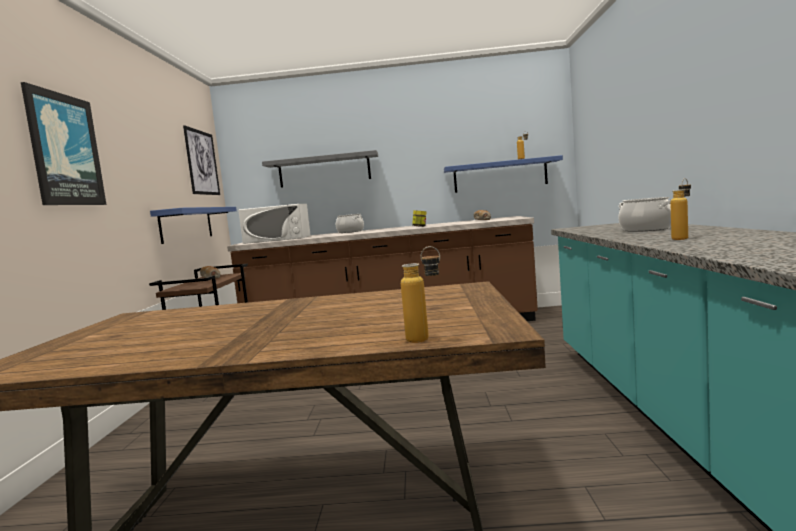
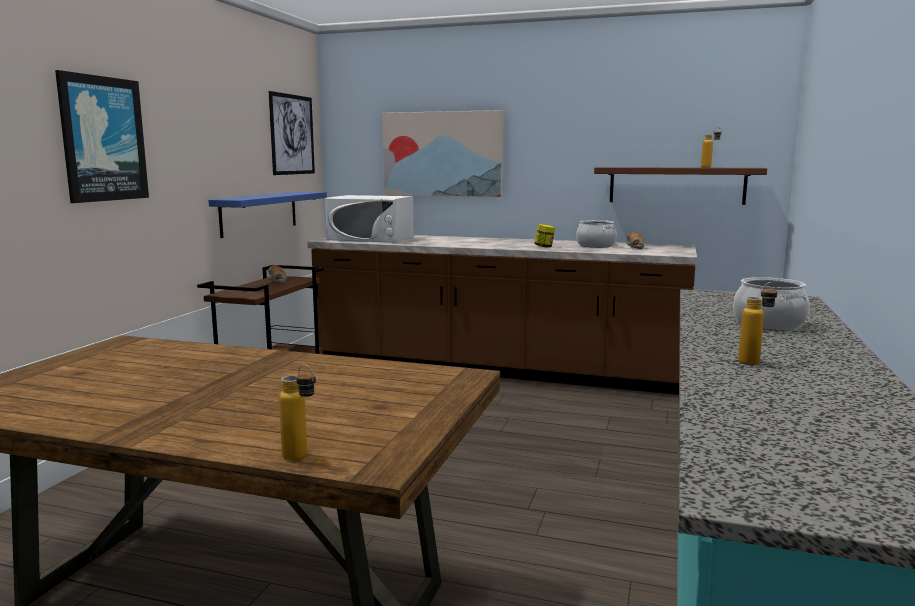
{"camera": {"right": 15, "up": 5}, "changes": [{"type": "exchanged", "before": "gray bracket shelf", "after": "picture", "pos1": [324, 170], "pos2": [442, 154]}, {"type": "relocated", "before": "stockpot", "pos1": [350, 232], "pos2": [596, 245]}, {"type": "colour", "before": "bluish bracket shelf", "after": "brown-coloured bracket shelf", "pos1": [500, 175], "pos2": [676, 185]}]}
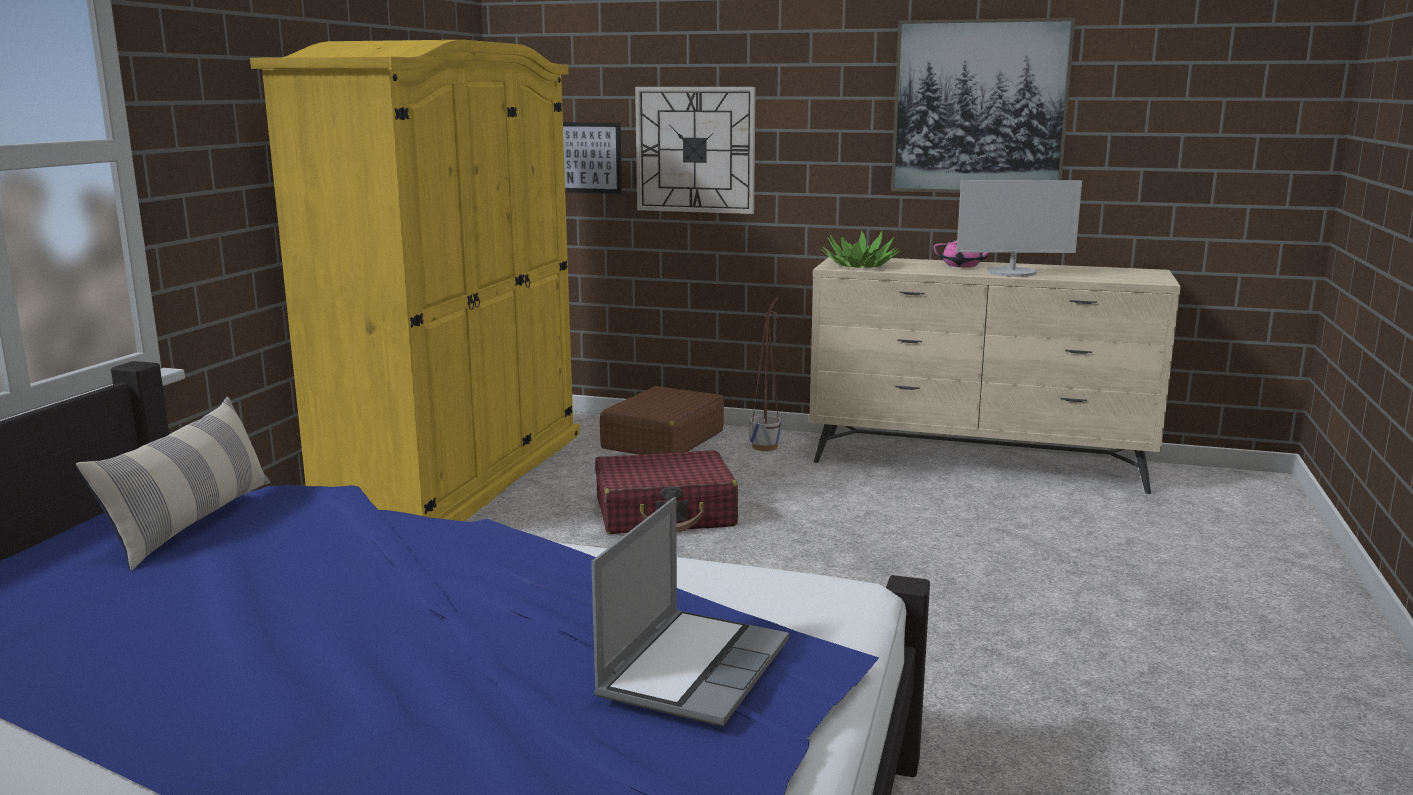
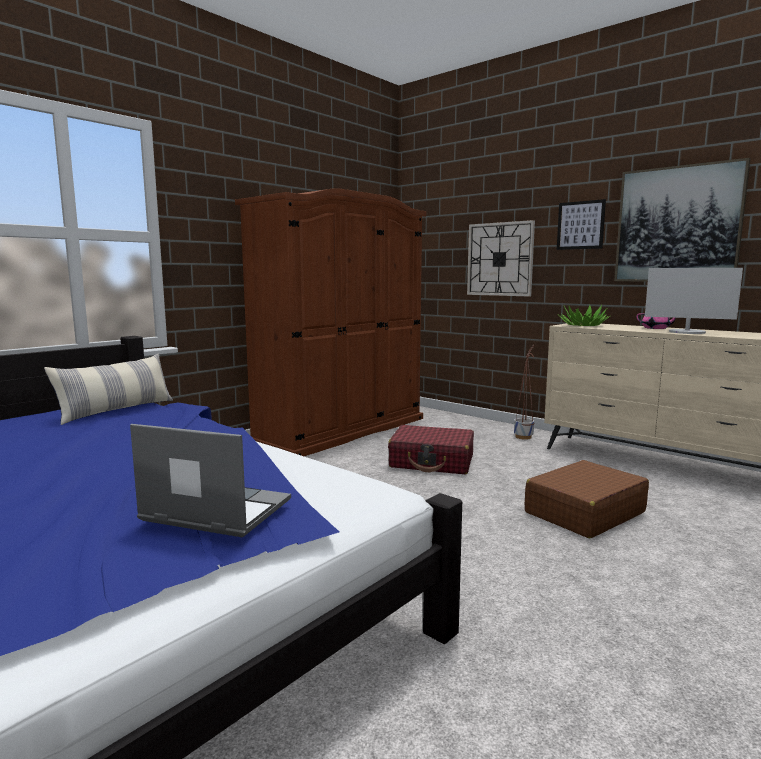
{"camera": {"right": 25, "up": -5}, "changes": [{"type": "colour", "before": "yellow clothes cupboard", "after": "brown-coloured clothes cupboard", "pos1": [457, 477], "pos2": [341, 430]}, {"type": "relocated", "before": "picture", "pos1": [588, 157], "pos2": [580, 225]}, {"type": "spun", "before": "laptop", "pos1": [693, 668], "pos2": [214, 512], "turn": -120}, {"type": "relocated", "before": "brown-coloured piece of luggage", "pos1": [662, 440], "pos2": [584, 512]}]}
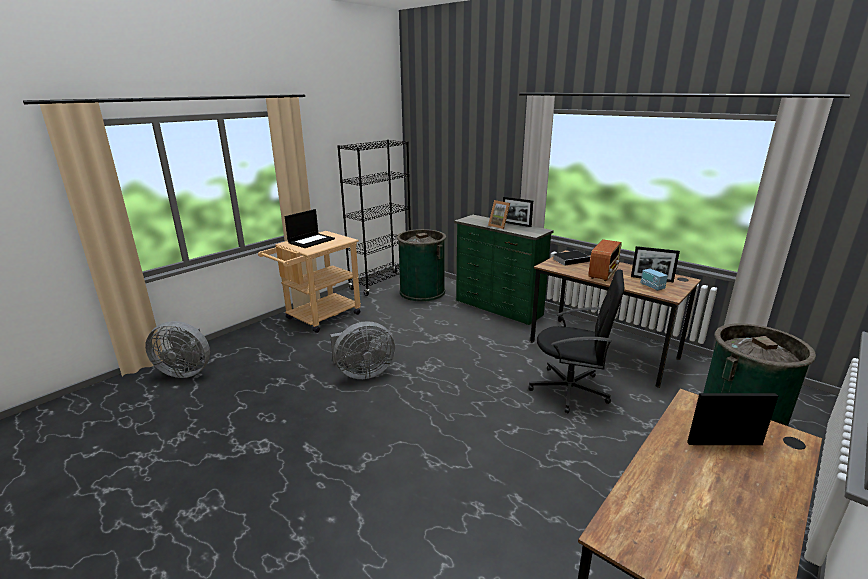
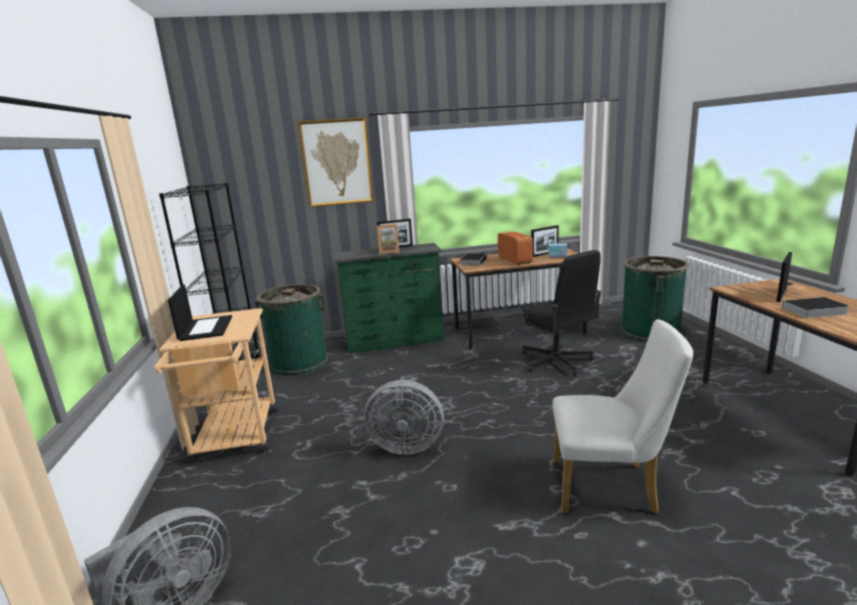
{"camera": {"right": -50, "up": -5}, "changes": [{"type": "spun", "before": "gray electric fan", "pos1": [362, 373], "pos2": [405, 446], "turn": 75}, {"type": "spun", "before": "blackish computer chair", "pos1": [570, 390], "pos2": [556, 361], "turn": 90}, {"type": "appeared", "after": "picture", "pos2": [336, 162]}, {"type": "appeared", "after": "white chair", "pos2": [611, 487]}, {"type": "appeared", "after": "book", "pos2": [813, 311]}]}
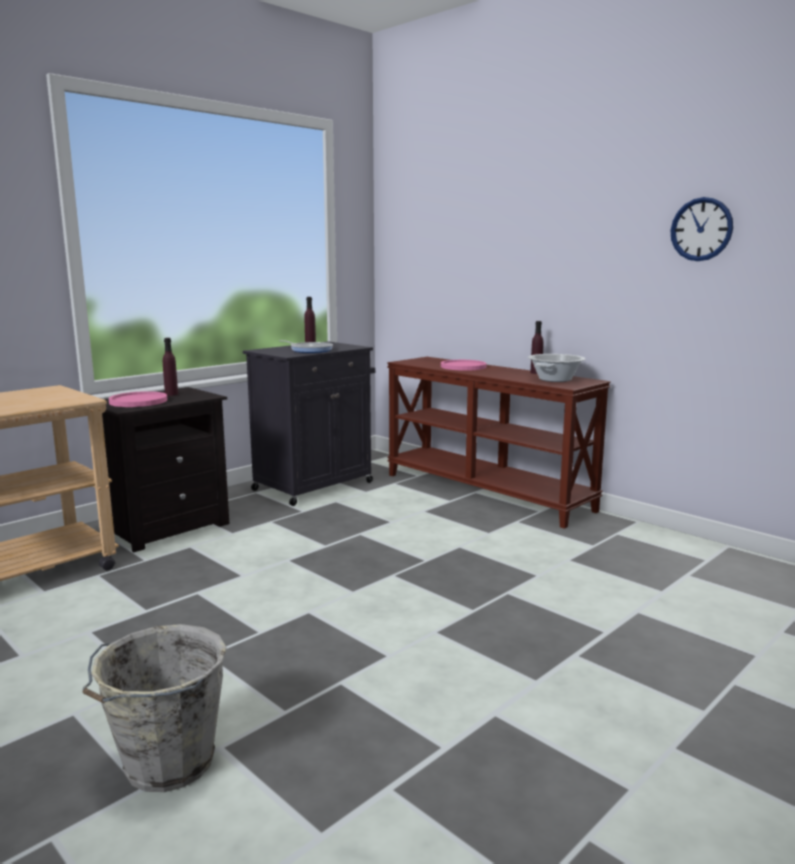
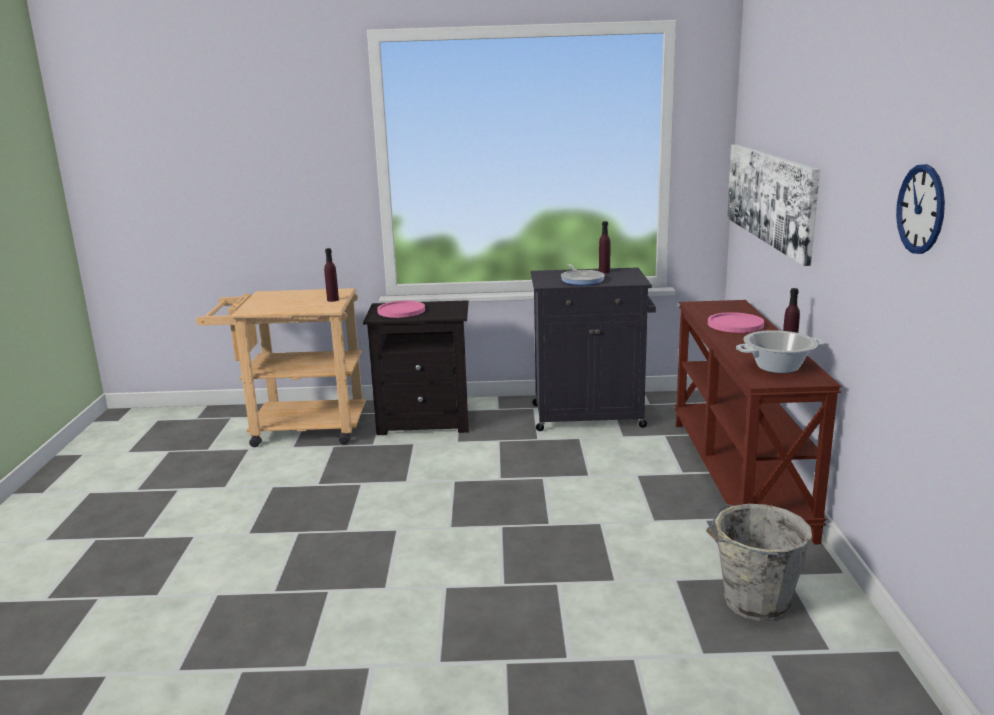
{"camera": {"right": 45, "up": 5}, "changes": [{"type": "relocated", "before": "gray water bucket", "pos1": [166, 764], "pos2": [753, 602]}, {"type": "relocated", "before": "purple drink bottle", "pos1": [171, 394], "pos2": [333, 300]}, {"type": "appeared", "after": "picture", "pos2": [769, 197]}]}
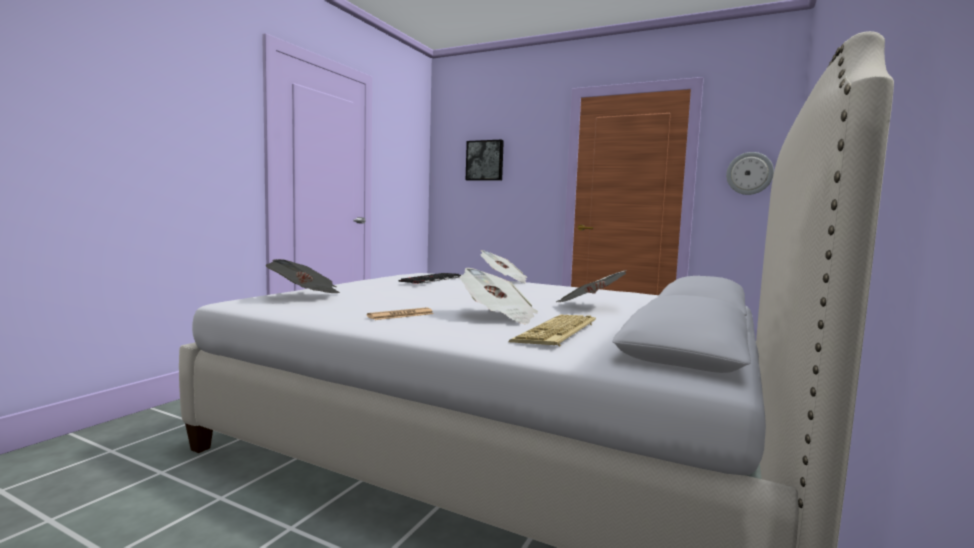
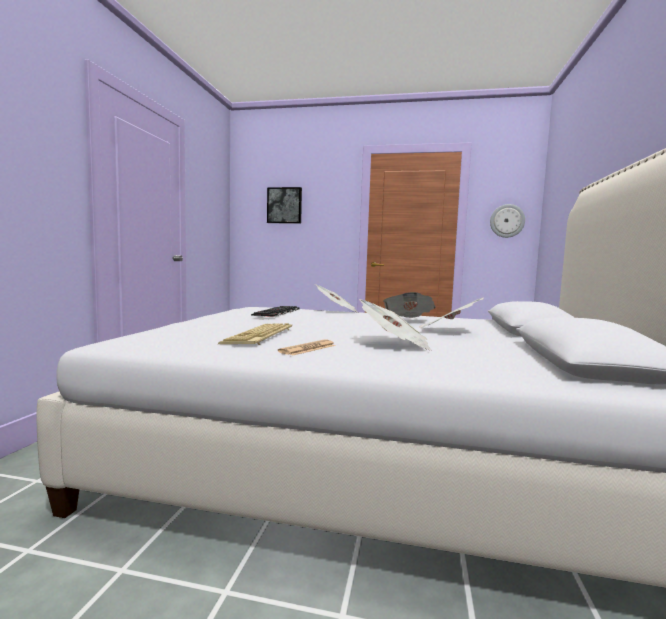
{"camera": {"right": -15, "up": 0}, "changes": [{"type": "relocated", "before": "printed paper", "pos1": [306, 297], "pos2": [408, 320]}, {"type": "relocated", "before": "PC keyboard", "pos1": [557, 332], "pos2": [260, 336]}]}
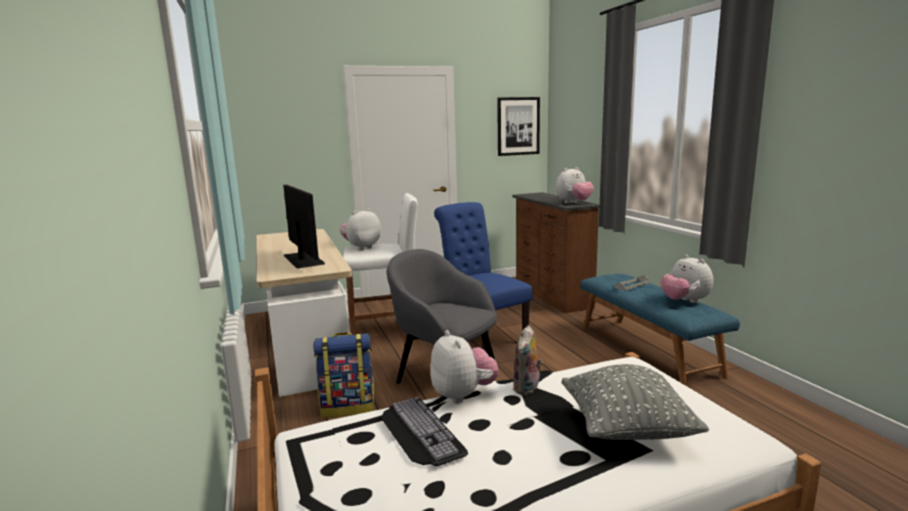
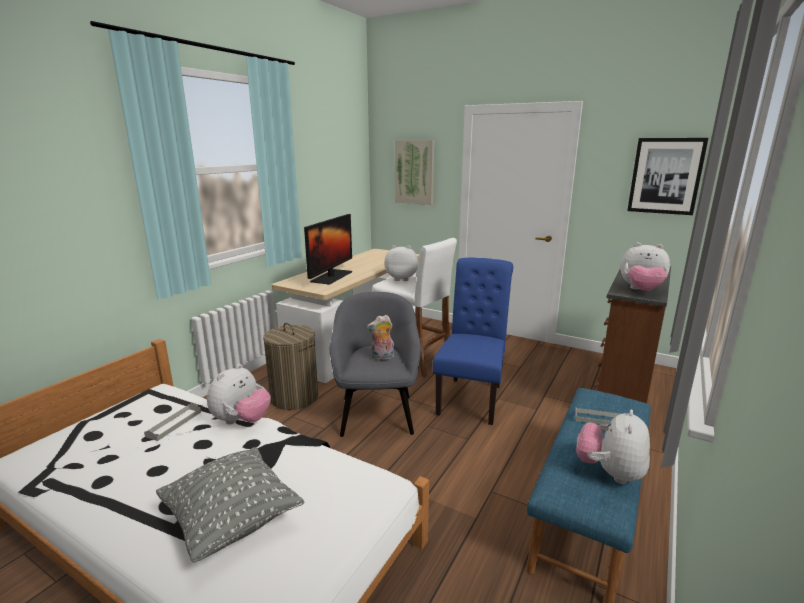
{"camera": {"right": 50, "up": 5}, "changes": [{"type": "exchanged", "before": "backpack", "after": "washing basket", "pos1": [348, 407], "pos2": [294, 397]}, {"type": "exchanged", "before": "PC keyboard", "after": "gray tray", "pos1": [418, 431], "pos2": [174, 424]}, {"type": "relocated", "before": "soft toy", "pos1": [527, 388], "pos2": [382, 358]}, {"type": "appeared", "after": "picture", "pos2": [414, 172]}]}
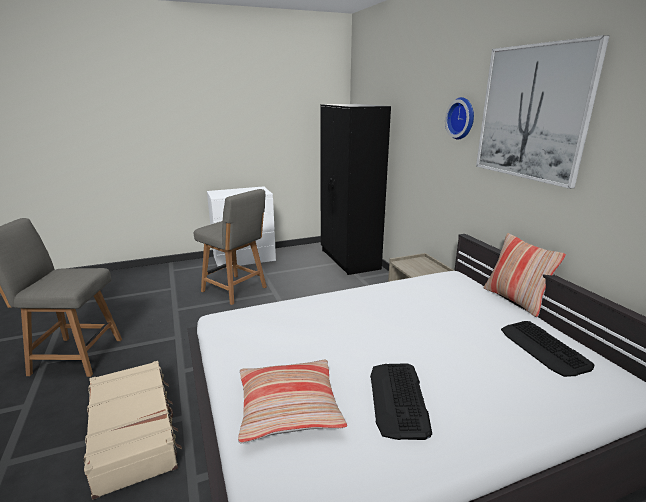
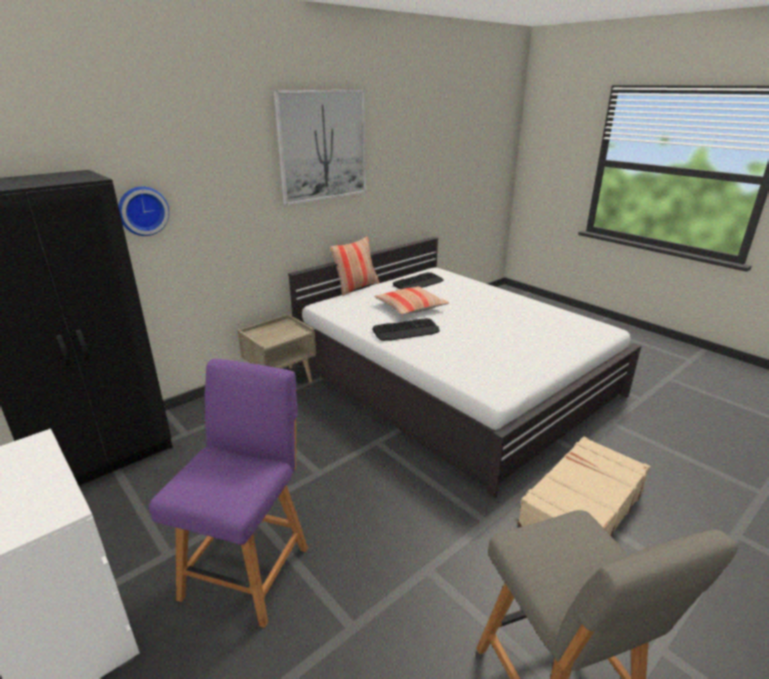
{"camera": {"right": -110, "up": 5}, "changes": [{"type": "colour", "before": "gray chair", "after": "purple chair", "pos1": [235, 290], "pos2": [248, 568]}, {"type": "relocated", "before": "pillow", "pos1": [289, 408], "pos2": [410, 307]}, {"type": "relocated", "before": "PC keyboard", "pos1": [398, 399], "pos2": [406, 330]}, {"type": "relocated", "before": "wall clock", "pos1": [462, 118], "pos2": [142, 210]}]}
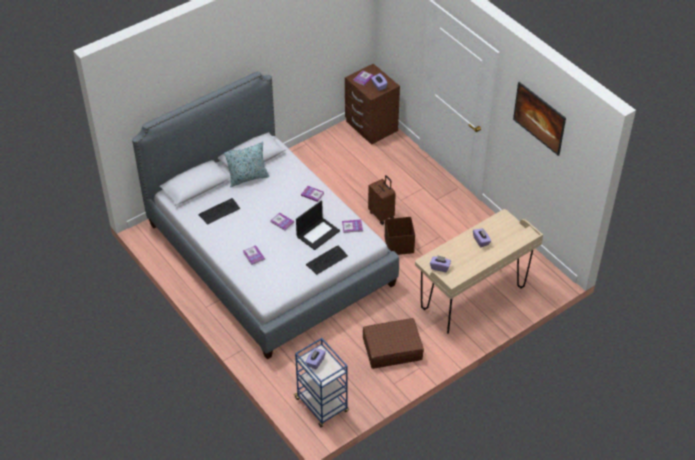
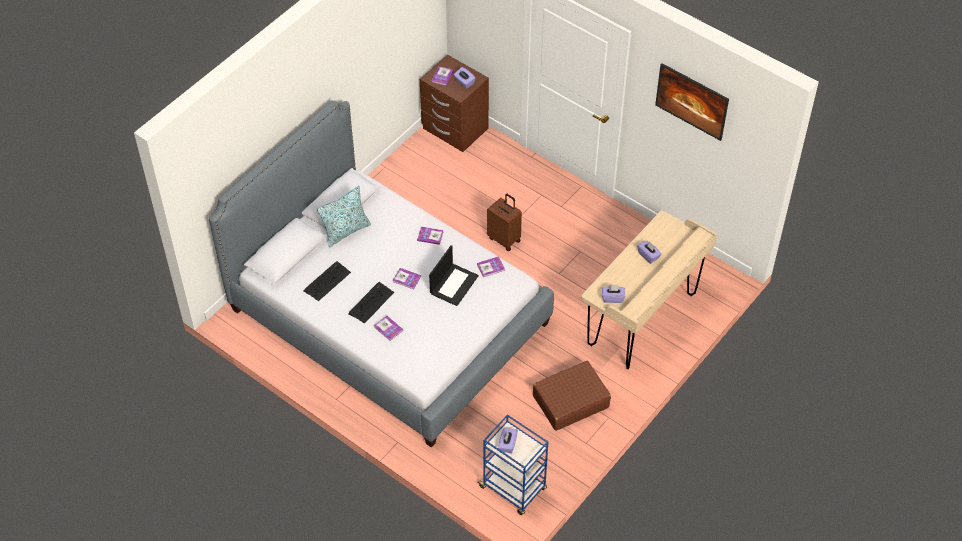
{"camera": {"right": -15, "up": 5}, "changes": [{"type": "relocated", "before": "PC keyboard", "pos1": [327, 260], "pos2": [371, 303]}, {"type": "missing", "before": "brown-coloured storage bin", "pos1": [398, 245]}]}
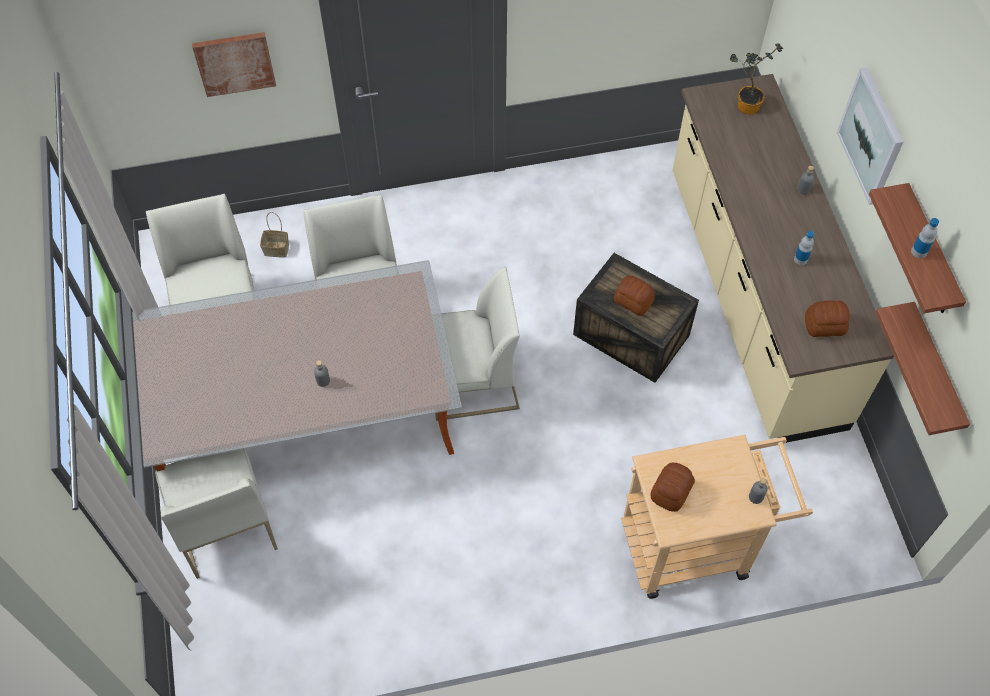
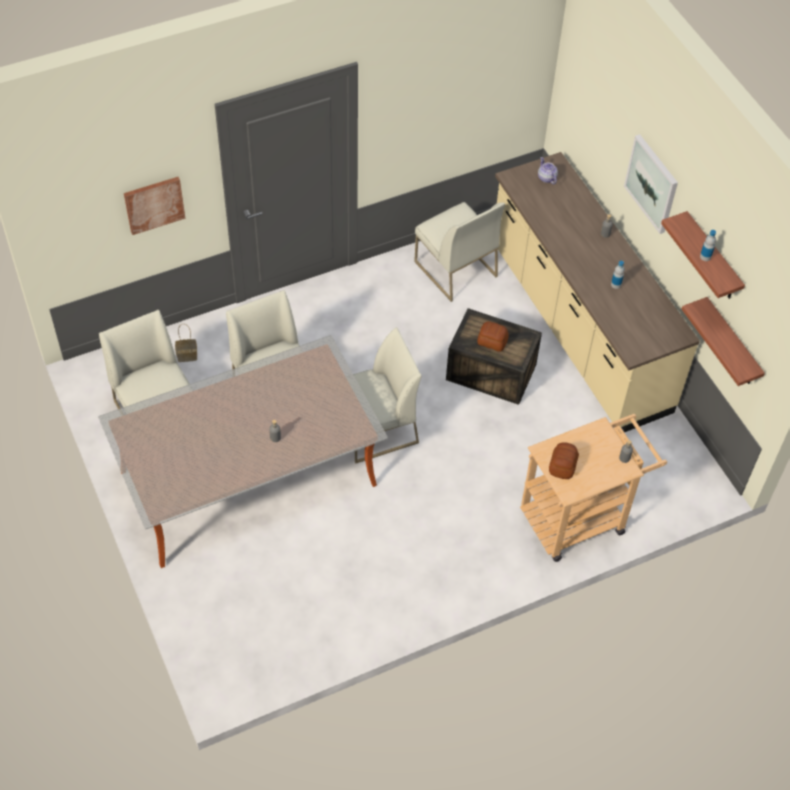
{"camera": {"right": -15, "up": -5}, "changes": [{"type": "relocated", "before": "white chair", "pos1": [224, 524], "pos2": [454, 269]}, {"type": "exchanged", "before": "houseplant", "after": "tea pot", "pos1": [745, 104], "pos2": [546, 178]}, {"type": "missing", "before": "baked bread", "pos1": [825, 326]}]}
